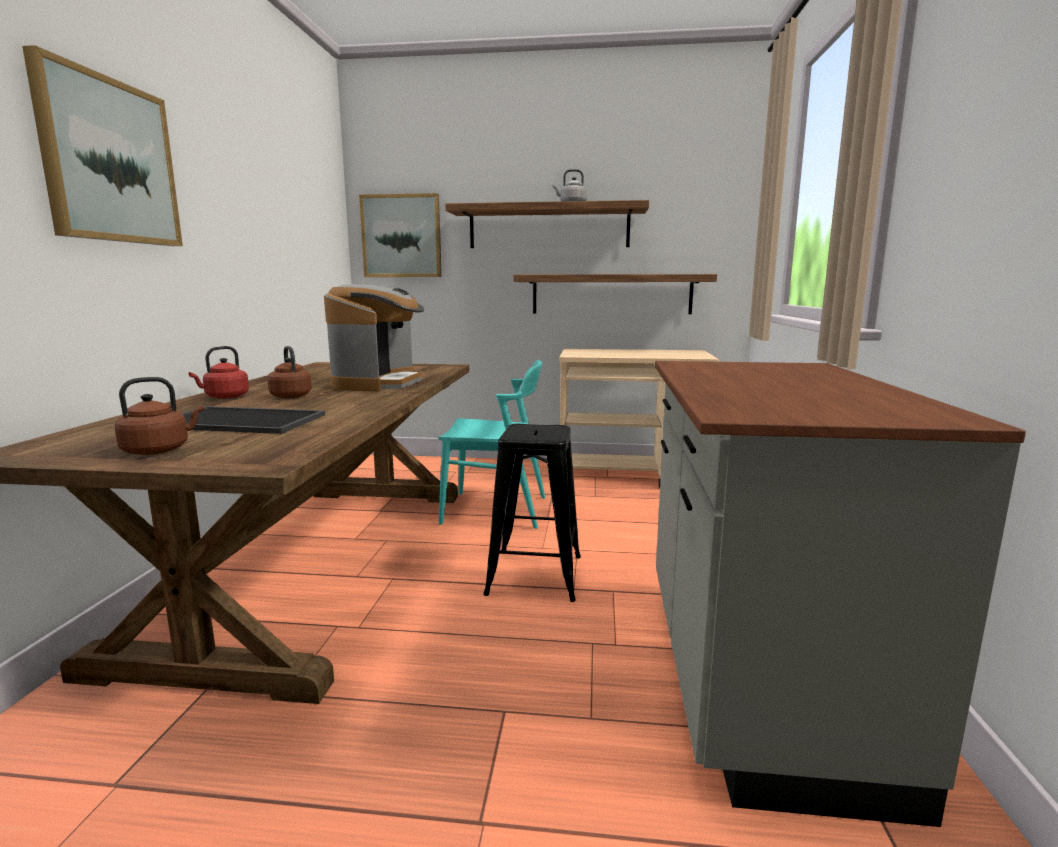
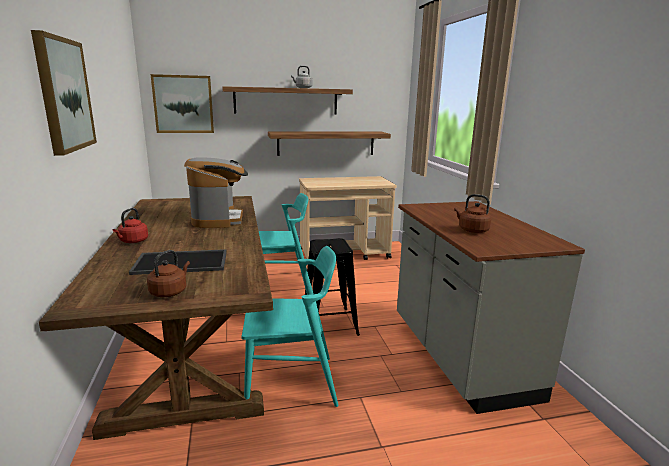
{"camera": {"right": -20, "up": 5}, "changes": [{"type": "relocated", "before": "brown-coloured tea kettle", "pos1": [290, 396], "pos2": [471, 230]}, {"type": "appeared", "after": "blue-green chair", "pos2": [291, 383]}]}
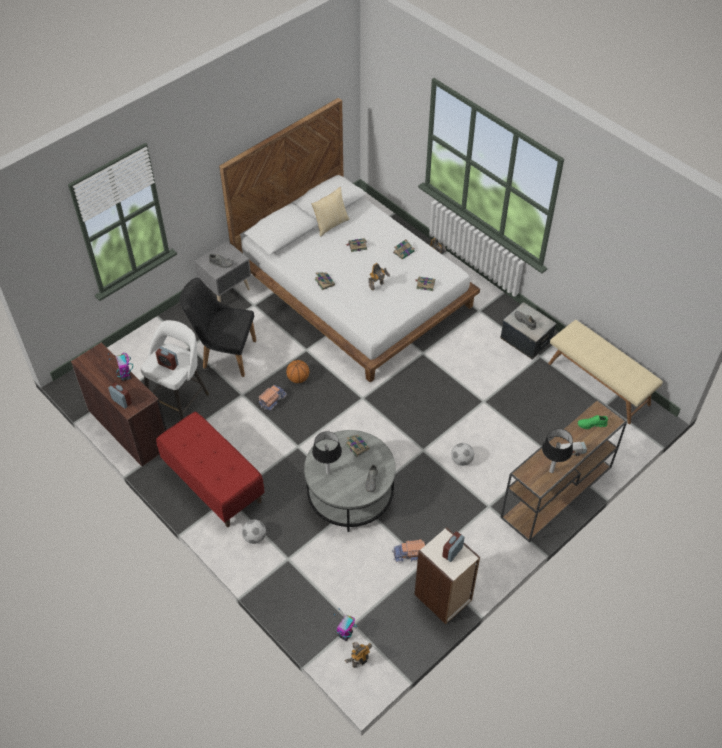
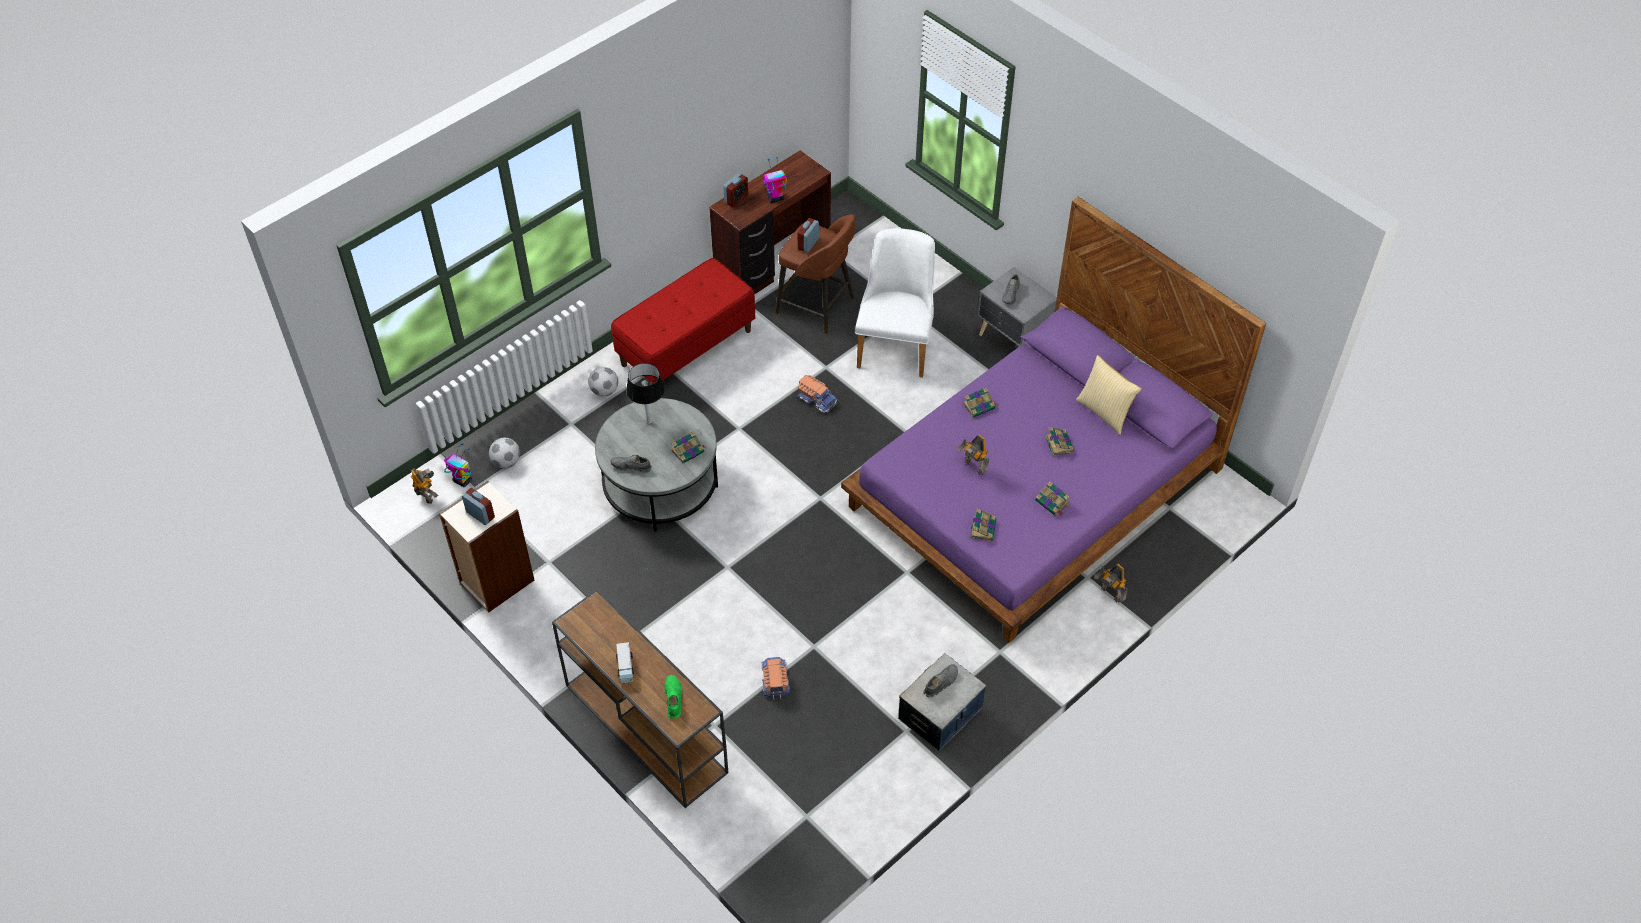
{"camera": {"right": 90, "up": 0}, "changes": [{"type": "colour", "before": "white sitting stool", "after": "brown-coloured sitting stool", "pos1": [179, 399], "pos2": [817, 306]}, {"type": "colour", "before": "blackish chair", "after": "white chair", "pos1": [224, 354], "pos2": [896, 344]}, {"type": "colour", "before": "white sleeping bed", "after": "purple sleeping bed", "pos1": [354, 288], "pos2": [1034, 488]}, {"type": "missing", "before": "basketball ball", "pos1": [298, 378]}, {"type": "relocated", "before": "toy lorry", "pos1": [409, 555], "pos2": [774, 680]}, {"type": "relocated", "before": "ball for football", "pos1": [461, 460], "pos2": [506, 462]}, {"type": "missing", "before": "lamp for a table", "pos1": [551, 470]}, {"type": "missing", "before": "sand-coloured bench", "pos1": [599, 383]}]}
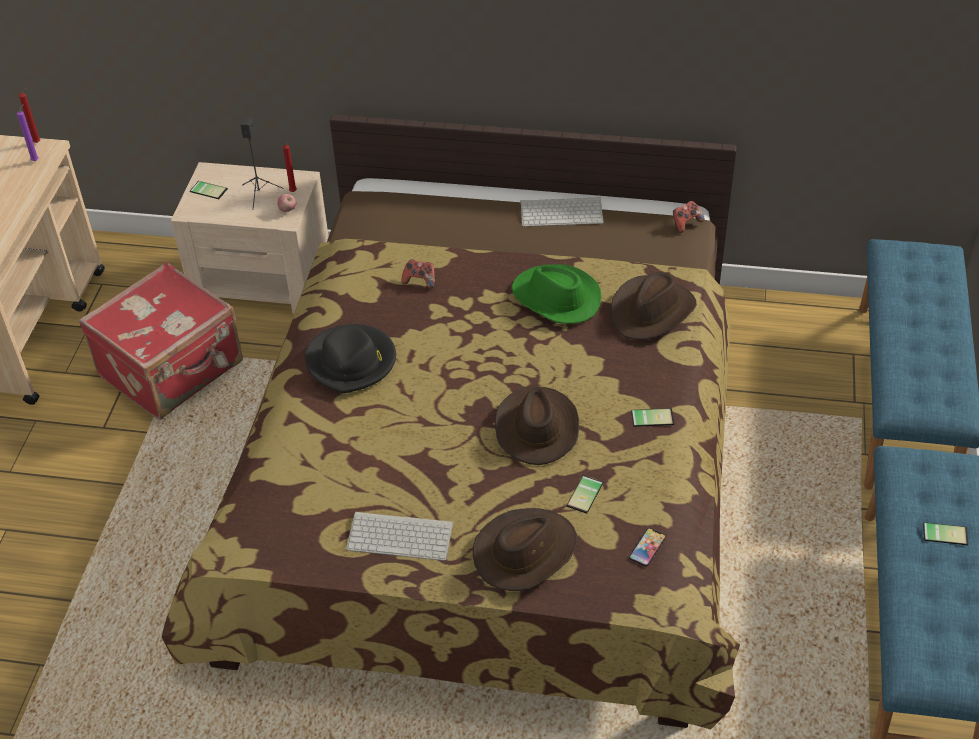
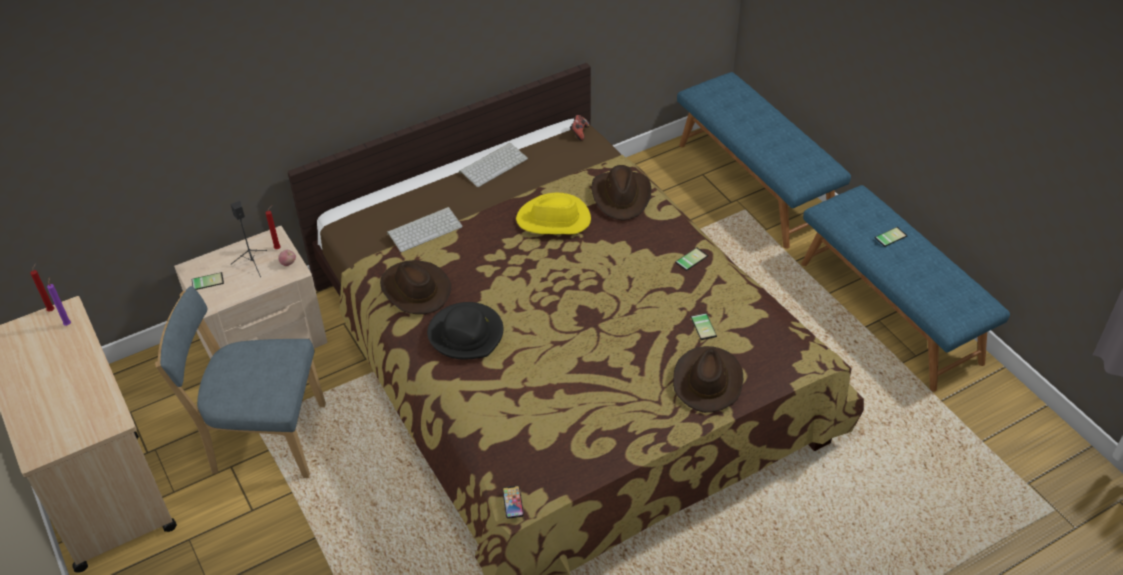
{"camera": {"right": -40, "up": 0}, "changes": [{"type": "exchanged", "before": "reddish piece of luggage", "after": "bluish chair", "pos1": [173, 370], "pos2": [263, 438]}, {"type": "relocated", "before": "PC keyboard", "pos1": [402, 535], "pos2": [425, 229]}, {"type": "missing", "before": "gamepad", "pos1": [420, 281]}, {"type": "relocated", "before": "brown-coloured wearable hat", "pos1": [536, 427], "pos2": [414, 290]}, {"type": "colour", "before": "green-coloured wearable hat", "after": "yellow wearable hat", "pos1": [555, 298], "pos2": [554, 220]}, {"type": "relocated", "before": "handset", "pos1": [647, 548], "pos2": [513, 502]}]}
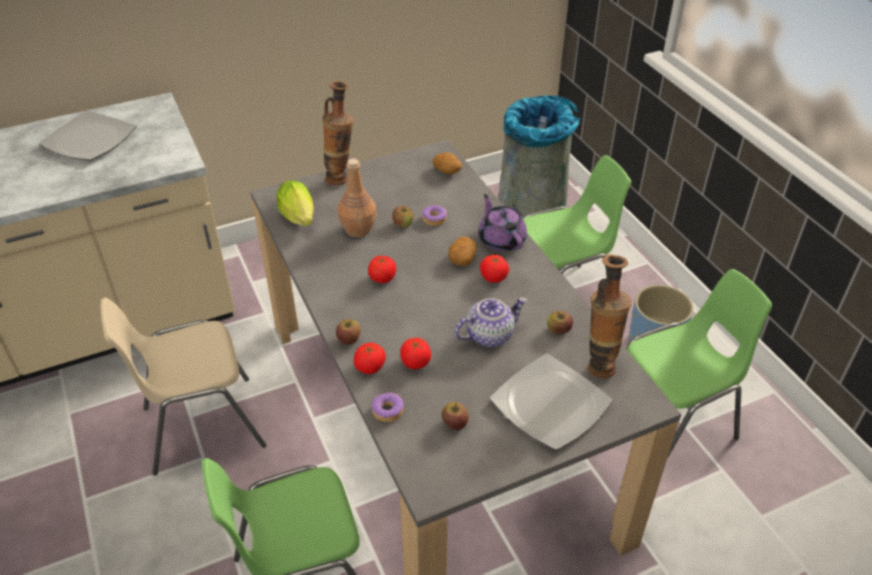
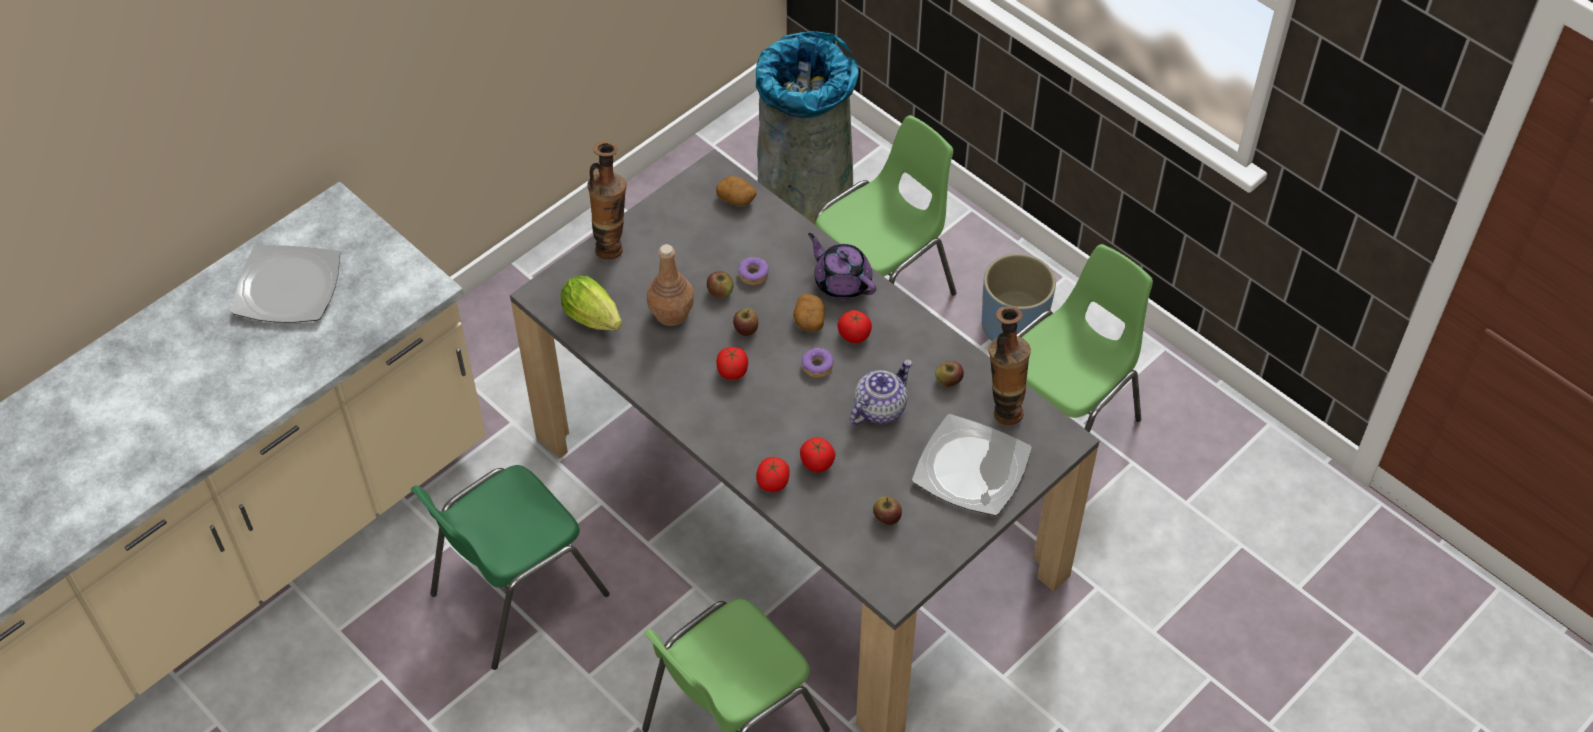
{"camera": {"right": -20, "up": 10}, "changes": [{"type": "colour", "before": "sand-coloured chair", "after": "green-coloured chair", "pos1": [202, 426], "pos2": [516, 594]}, {"type": "relocated", "before": "apple", "pos1": [349, 339], "pos2": [746, 329]}, {"type": "relocated", "before": "doughnut", "pos1": [387, 411], "pos2": [817, 366]}]}
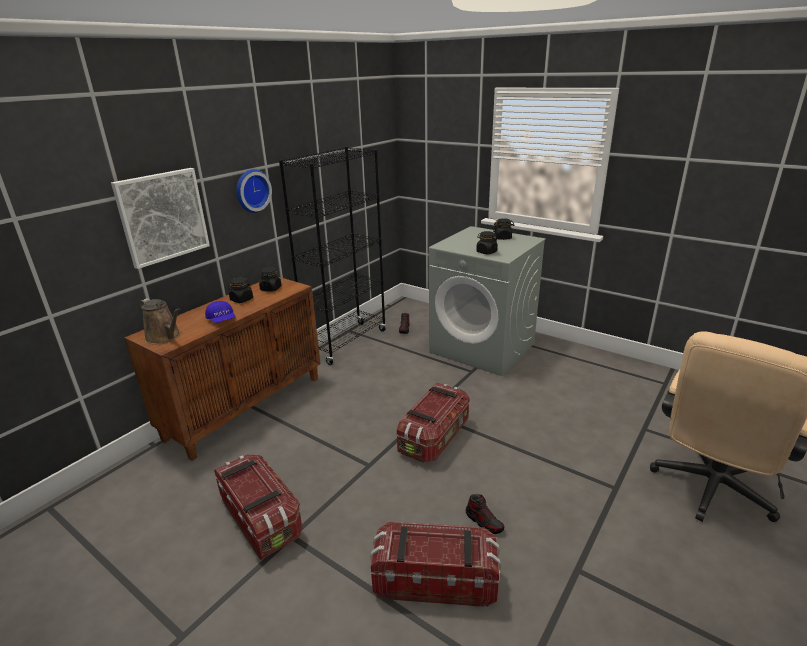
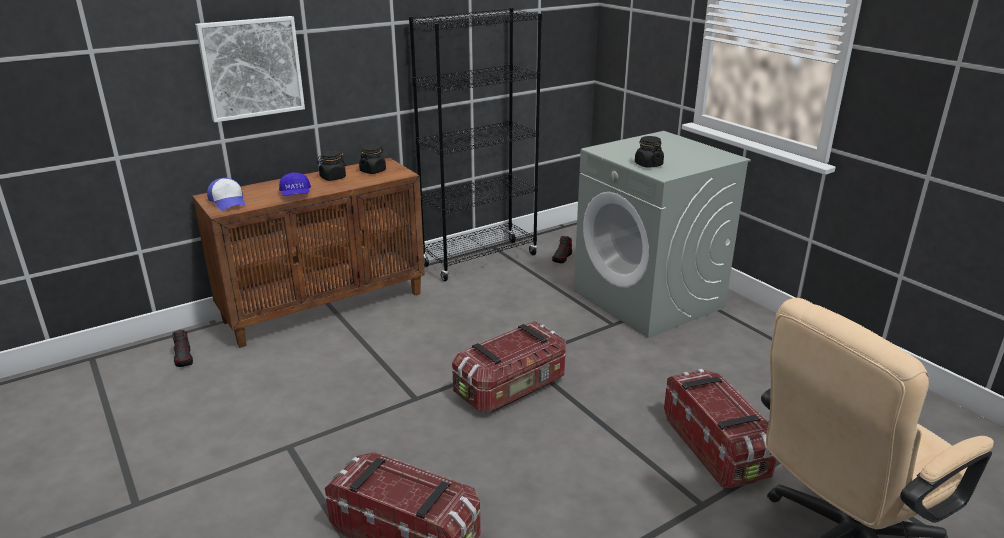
{"camera": {"right": 20, "up": 0}, "changes": [{"type": "exchanged", "before": "brown-coloured sprinkling can", "after": "cap", "pos1": [165, 337], "pos2": [228, 202]}, {"type": "relocated", "before": "storage bin", "pos1": [261, 518], "pos2": [716, 447]}, {"type": "missing", "before": "wall clock", "pos1": [251, 190]}, {"type": "relocated", "before": "shoe", "pos1": [484, 521], "pos2": [184, 358]}, {"type": "missing", "before": "blackish storage jar", "pos1": [503, 238]}]}
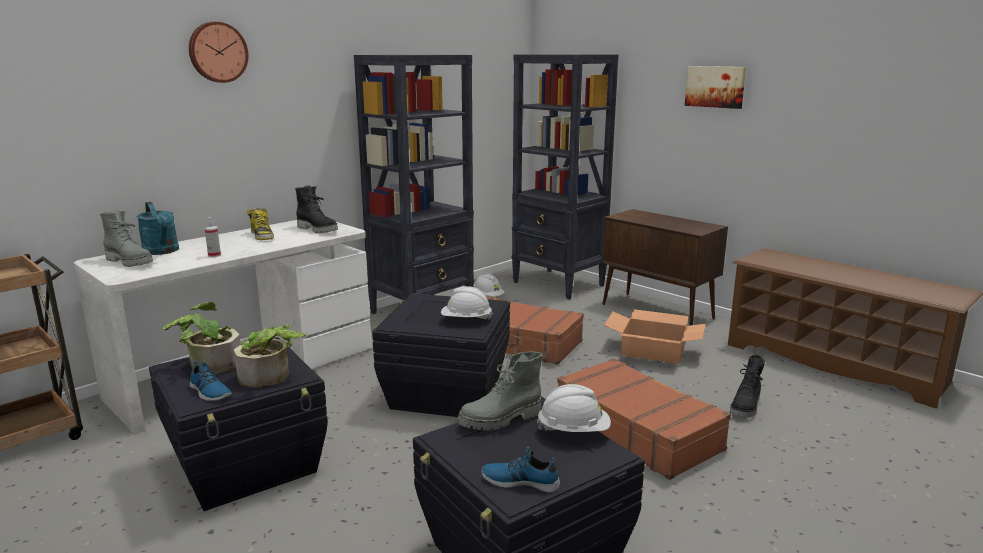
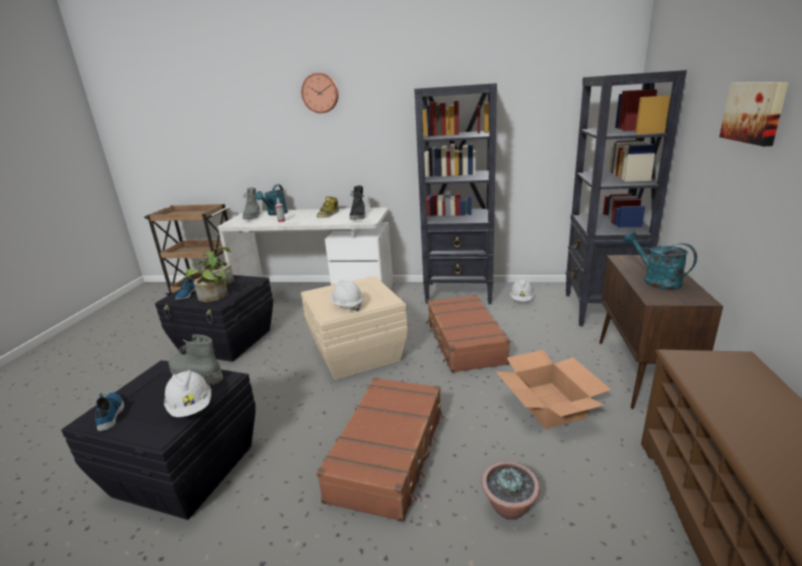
{"camera": {"right": 55, "up": 5}, "changes": [{"type": "colour", "before": "blackish storage bin", "after": "sand-coloured storage bin", "pos1": [445, 393], "pos2": [356, 353]}, {"type": "exchanged", "before": "blackish high-top boot", "after": "houseplant", "pos1": [746, 407], "pos2": [509, 508]}, {"type": "appeared", "after": "blue-green sprinkling can", "pos2": [656, 281]}]}
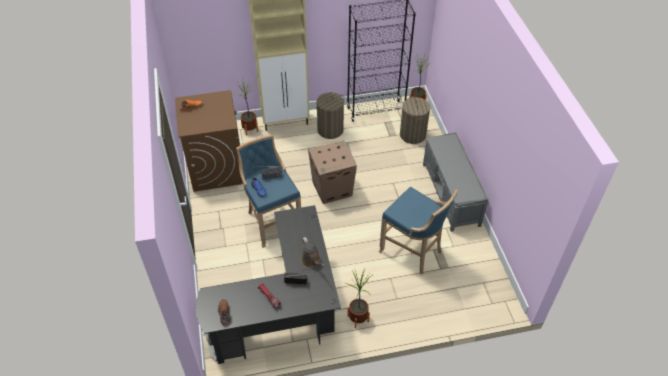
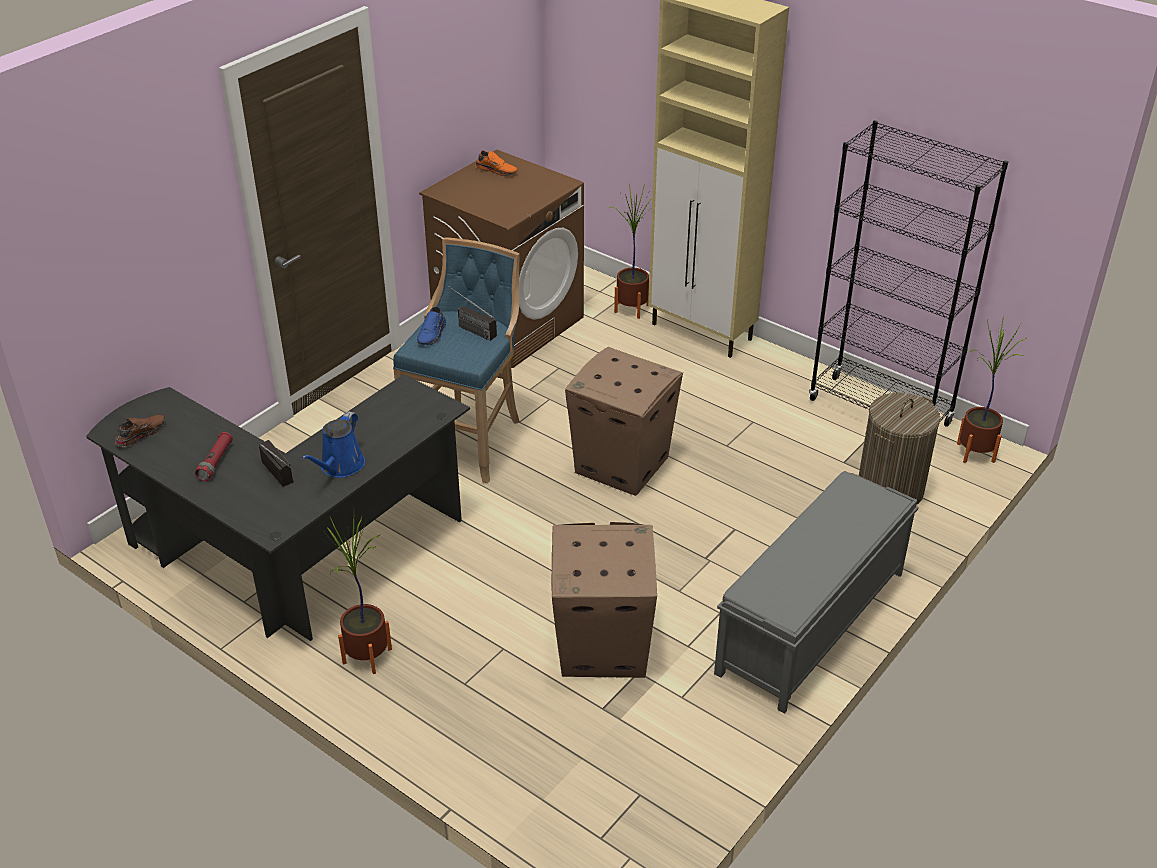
{"camera": {"right": 50, "up": -10}, "changes": [{"type": "colour", "before": "brown-coloured sprinkling can", "after": "bluish sprinkling can", "pos1": [312, 261], "pos2": [340, 467]}, {"type": "missing", "before": "washing basket", "pos1": [330, 130]}, {"type": "exchanged", "before": "bluish sitting stool", "after": "packing box", "pos1": [413, 251], "pos2": [600, 646]}]}
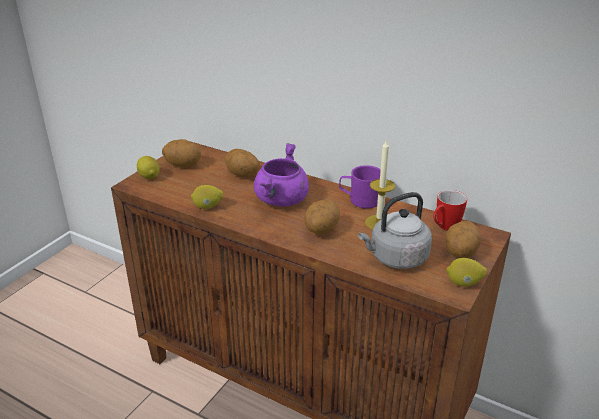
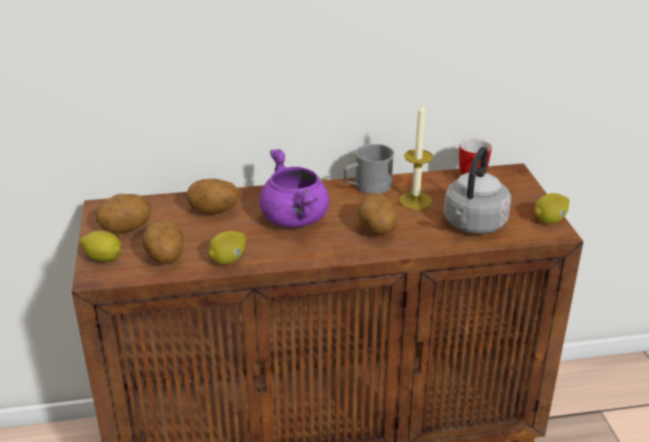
{"camera": {"right": -40, "up": 0}, "changes": [{"type": "colour", "before": "purple coffee mug", "after": "gray coffee mug", "pos1": [360, 199], "pos2": [367, 187]}, {"type": "relocated", "before": "spud", "pos1": [460, 253], "pos2": [165, 258]}]}
